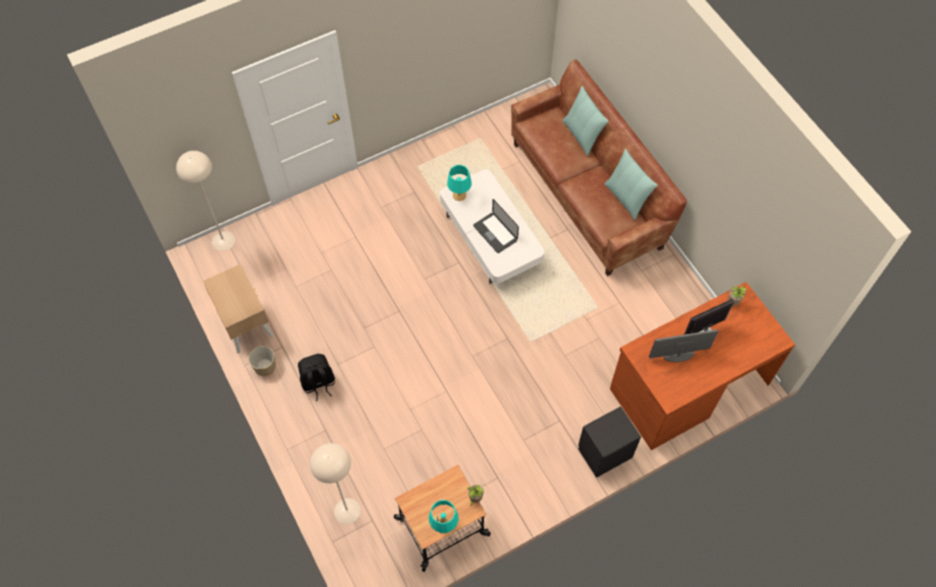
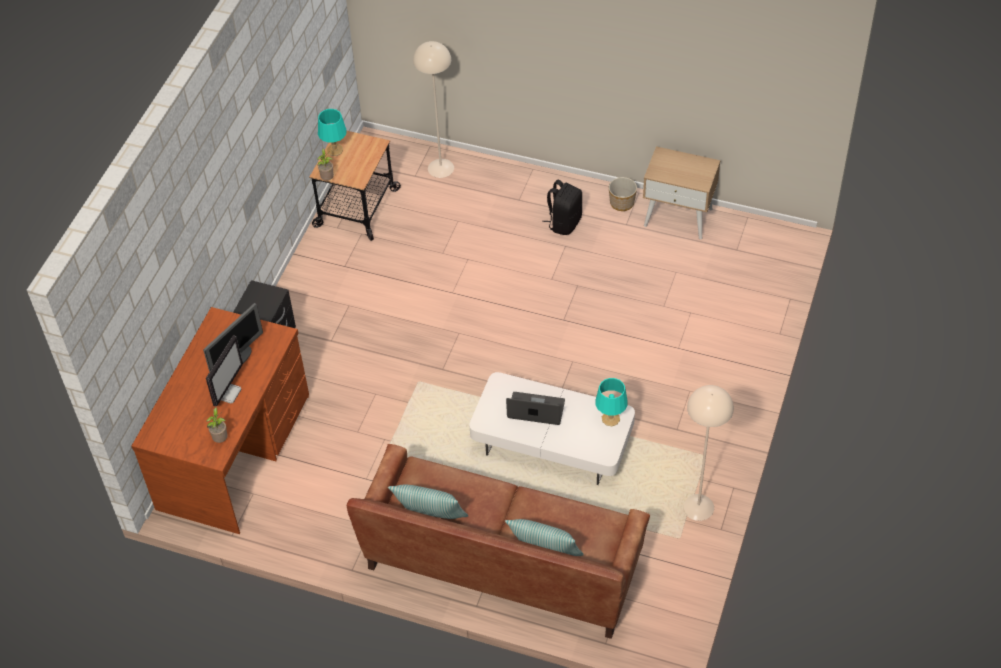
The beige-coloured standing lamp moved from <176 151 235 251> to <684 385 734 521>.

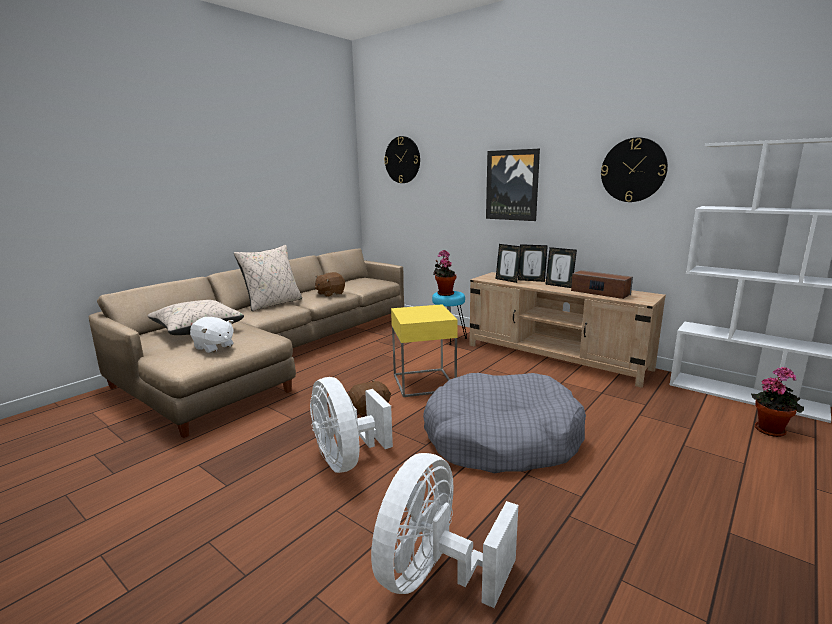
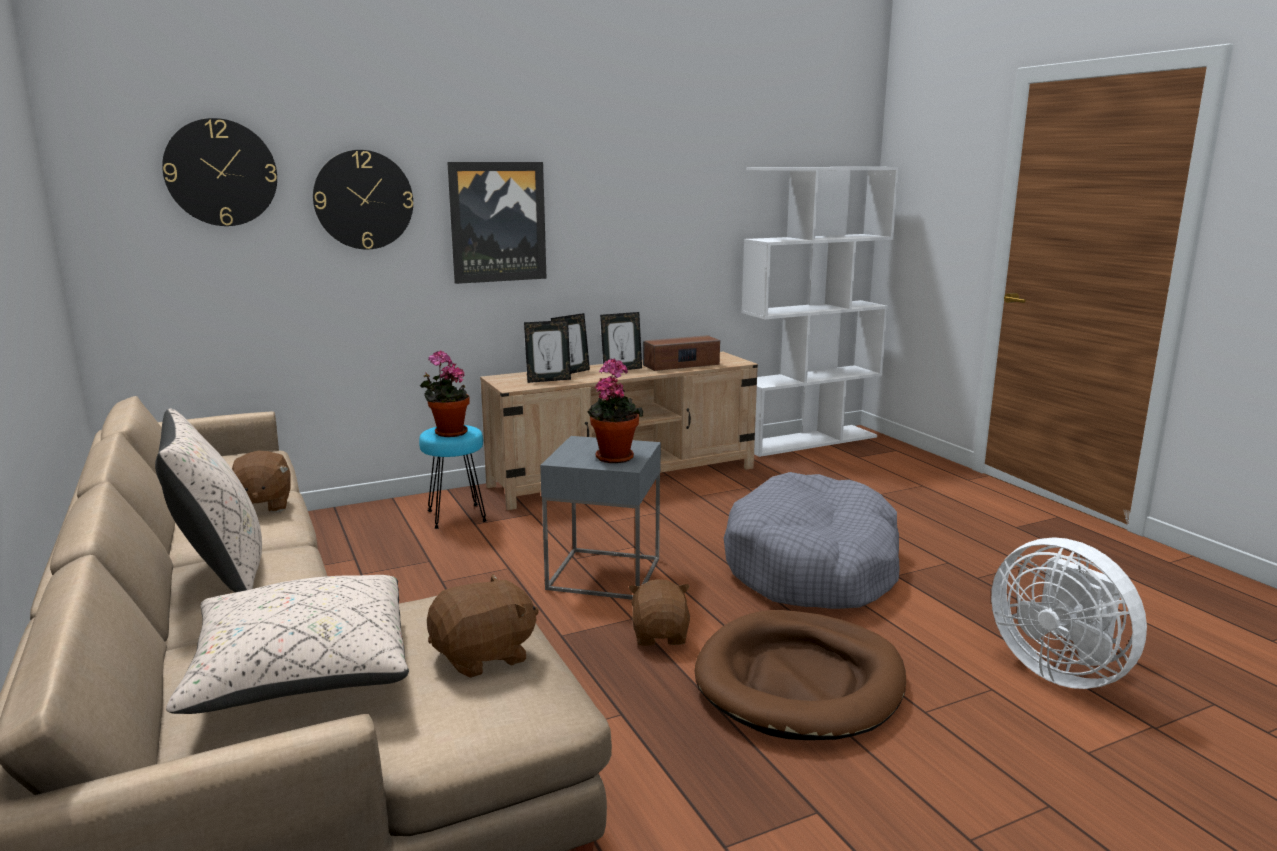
The hanging clock moved from <601 137 668 202> to <313 150 413 249>. The white soft toy at <190 317 234 353> became the brown soft toy at <427 574 539 678>. The yellowish end table at <391 304 458 397> became the grey end table at <540 436 661 600>. The houseplant moved from <751 367 804 437> to <587 358 643 463>. The white fan at <310 377 393 473> was replaced by the brown pet bed at <695 610 906 740>.

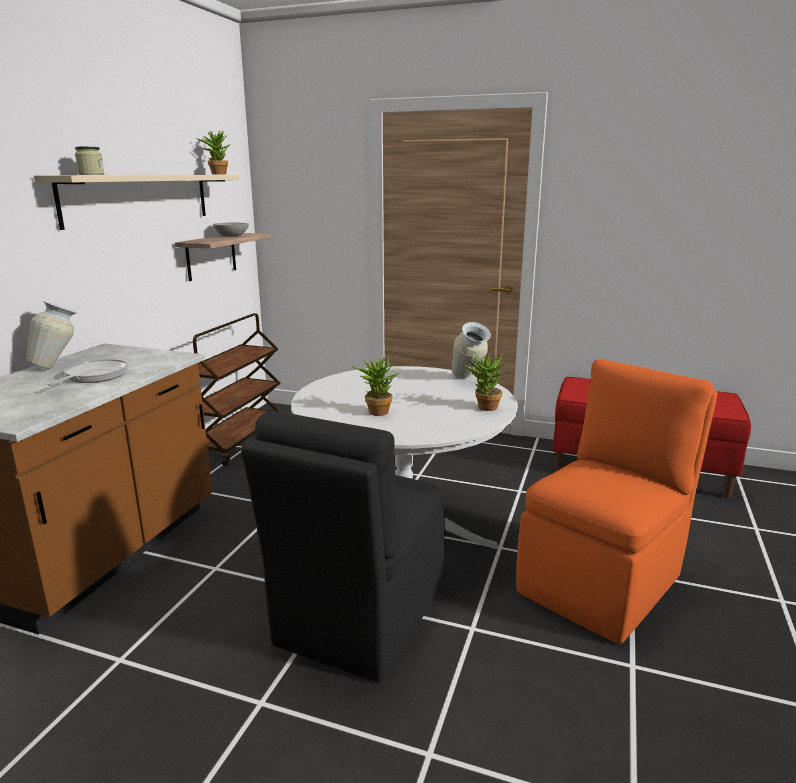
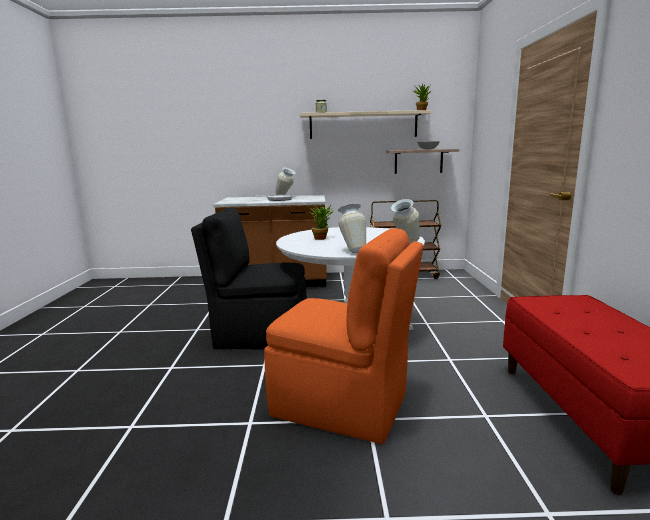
The houseplant at <464 351 508 411> was replaced by the flower vase at <338 204 366 253>.

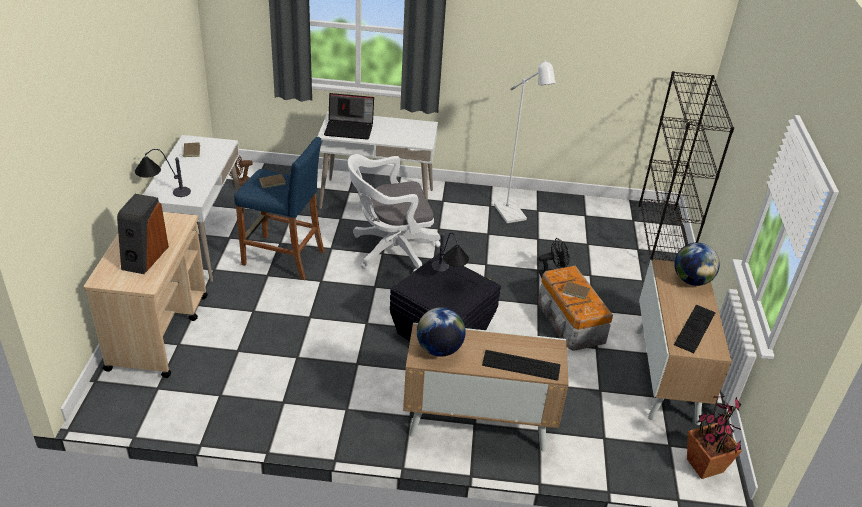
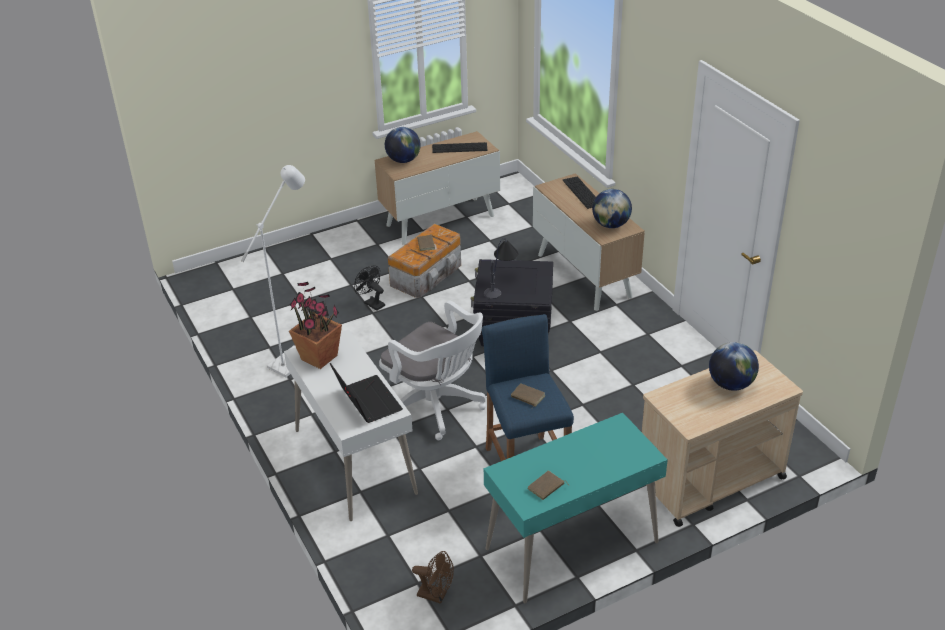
The houseplant moved from <687 396 743 479> to <289 282 342 369>. The white desk at <143 135 245 282> became the blue-green desk at <483 413 668 603>. The speaker at <117 194 169 274> was replaced by the globe at <709 342 759 391>. The table lamp at <135 149 191 197> disappeared. The black-coloured bookcase at <639 71 734 261> disappeared.

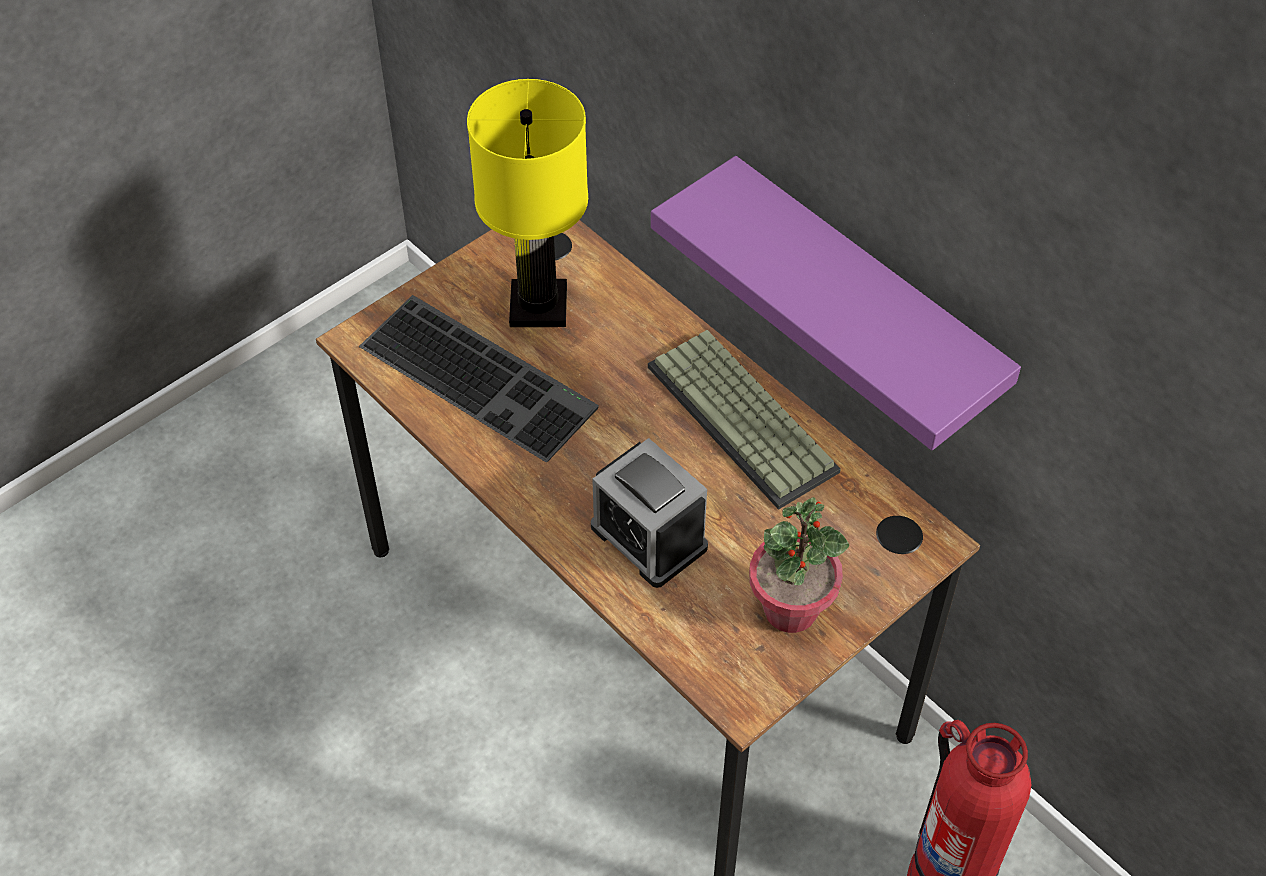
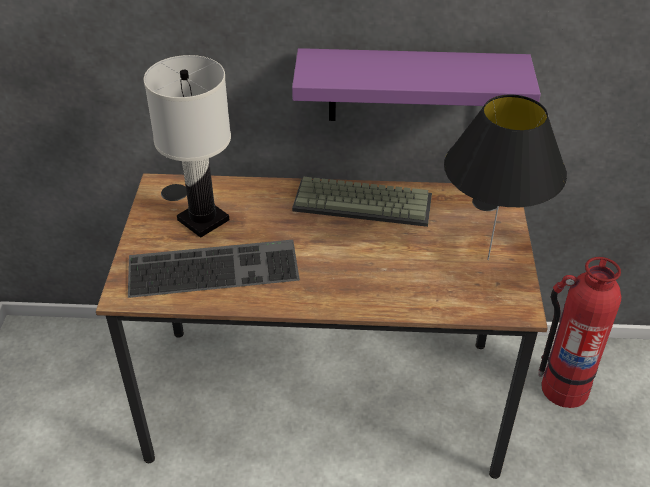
The yellowish table lamp at <467 79 588 327> became the white table lamp at <144 55 231 238>. The houseplant at <749 497 849 633> was replaced by the black-coloured table lamp at <444 95 567 260>. The alarm clock at <591 438 708 588> disappeared.

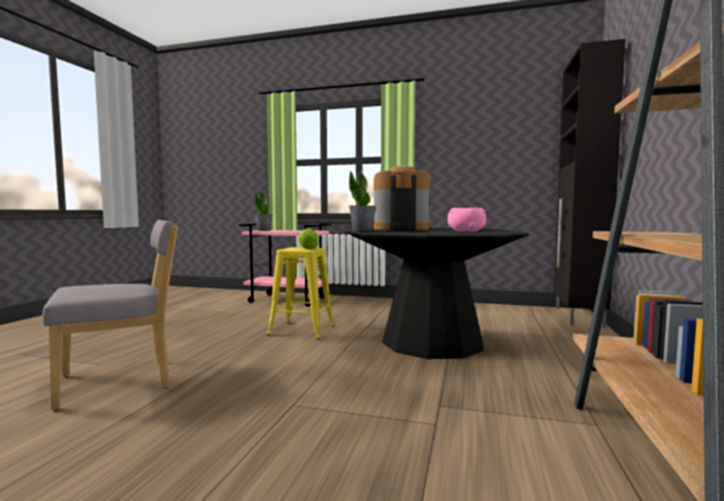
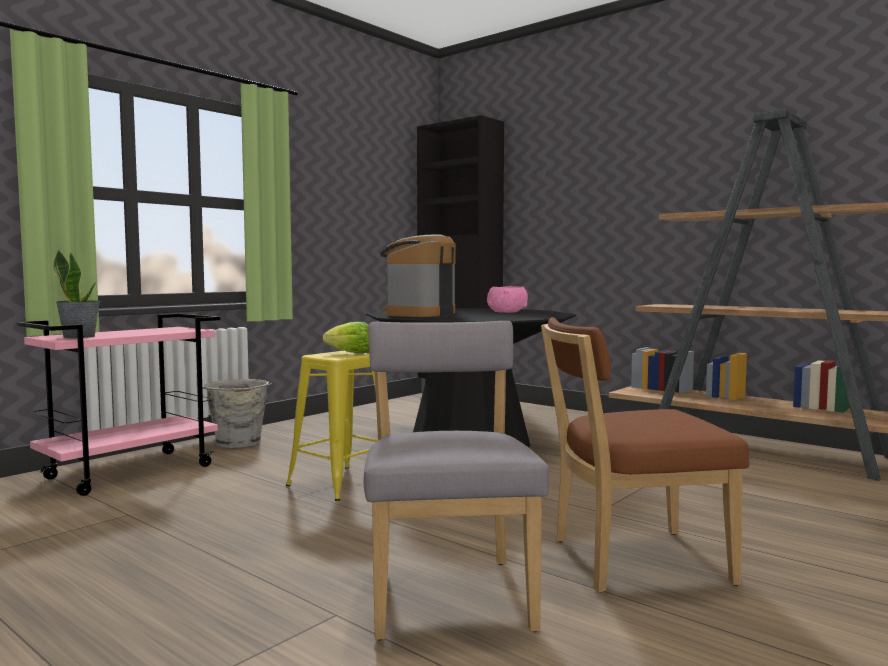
The grey water bucket at <202 379 272 448> appeared. The brown plain chair at <541 317 749 593> appeared. The houseplant at <349 171 376 231> disappeared.

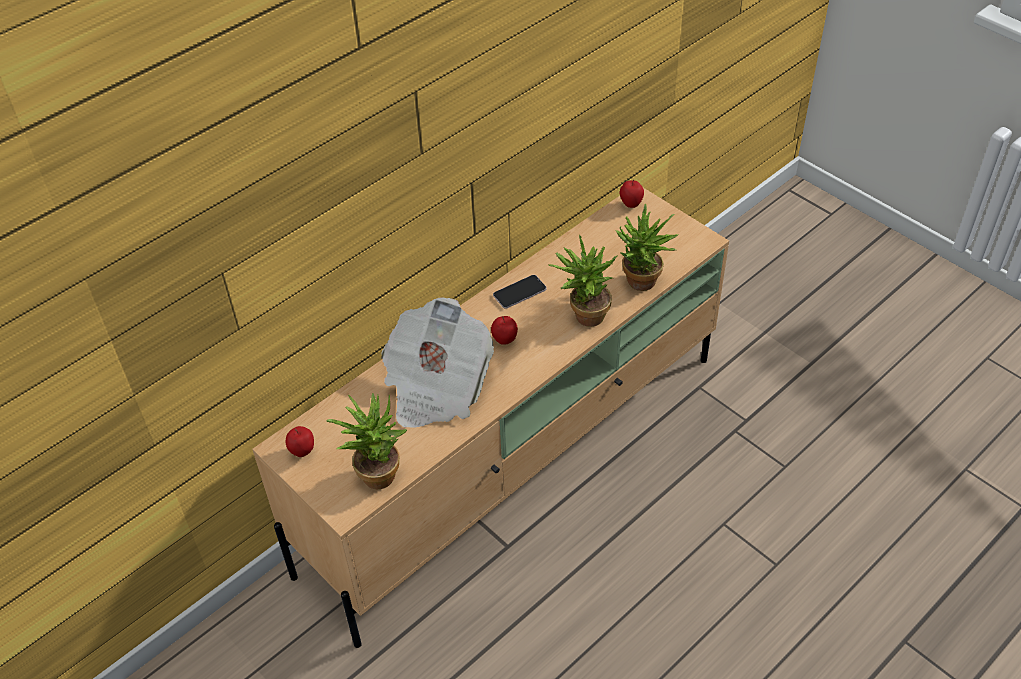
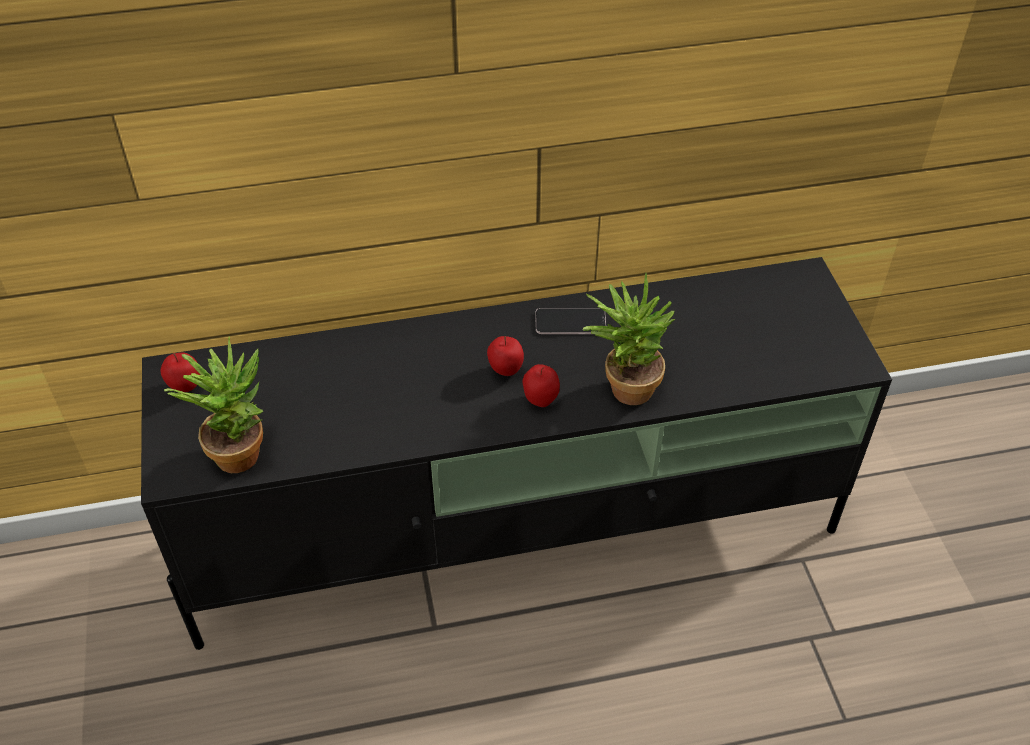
The beige-coloured media console at <252 188 729 648> became the black-coloured media console at <141 257 892 650>. The whole apple moved from <620 180 644 208> to <523 364 560 407>. The daily paper at <381 297 494 428> disappeared. The houseplant at <616 203 678 291> disappeared.

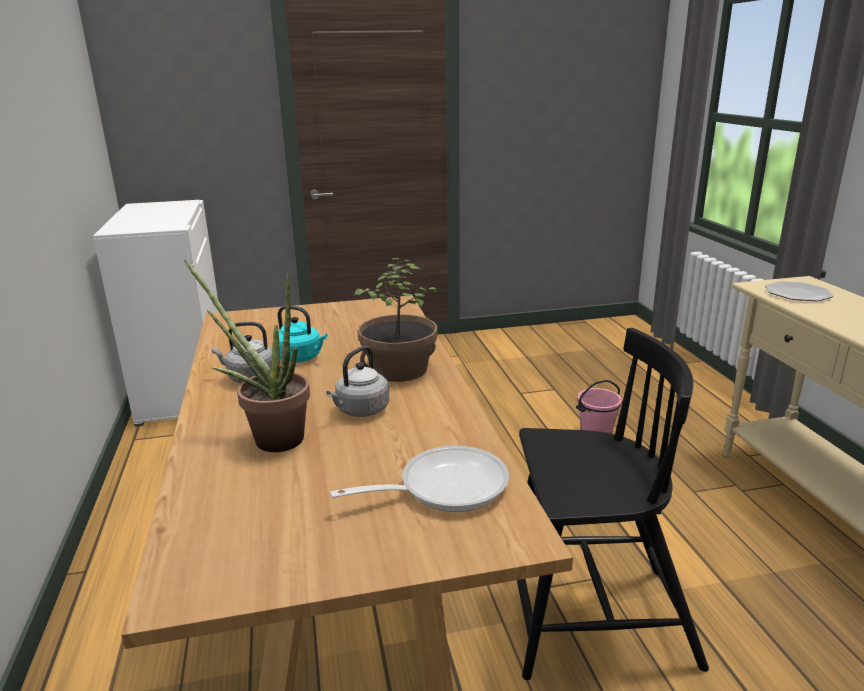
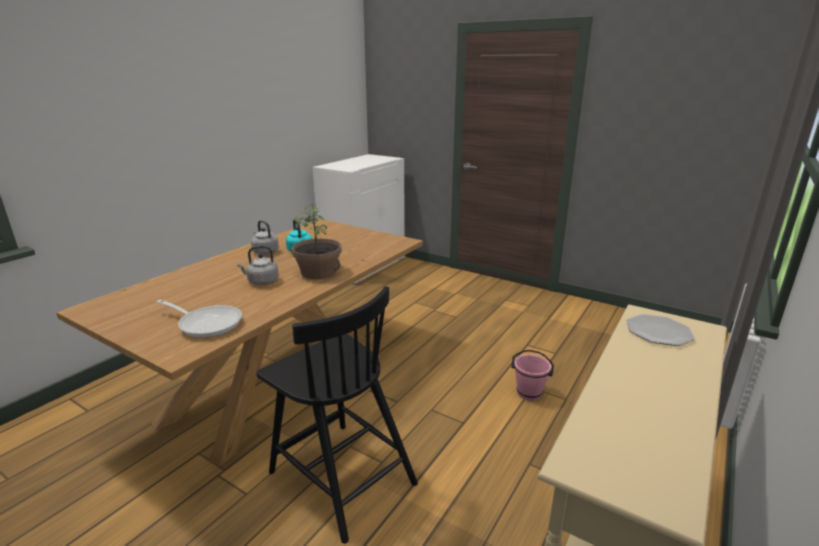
The houseplant at <184 260 310 452> disappeared.

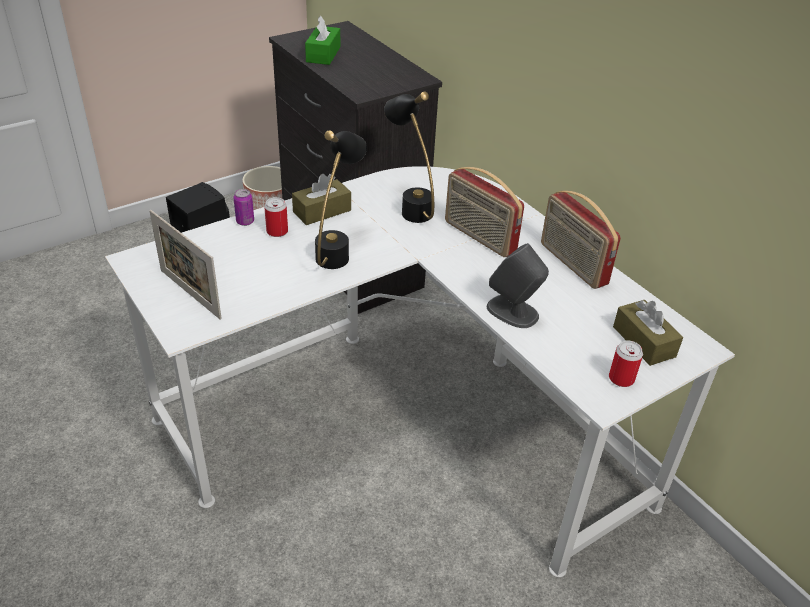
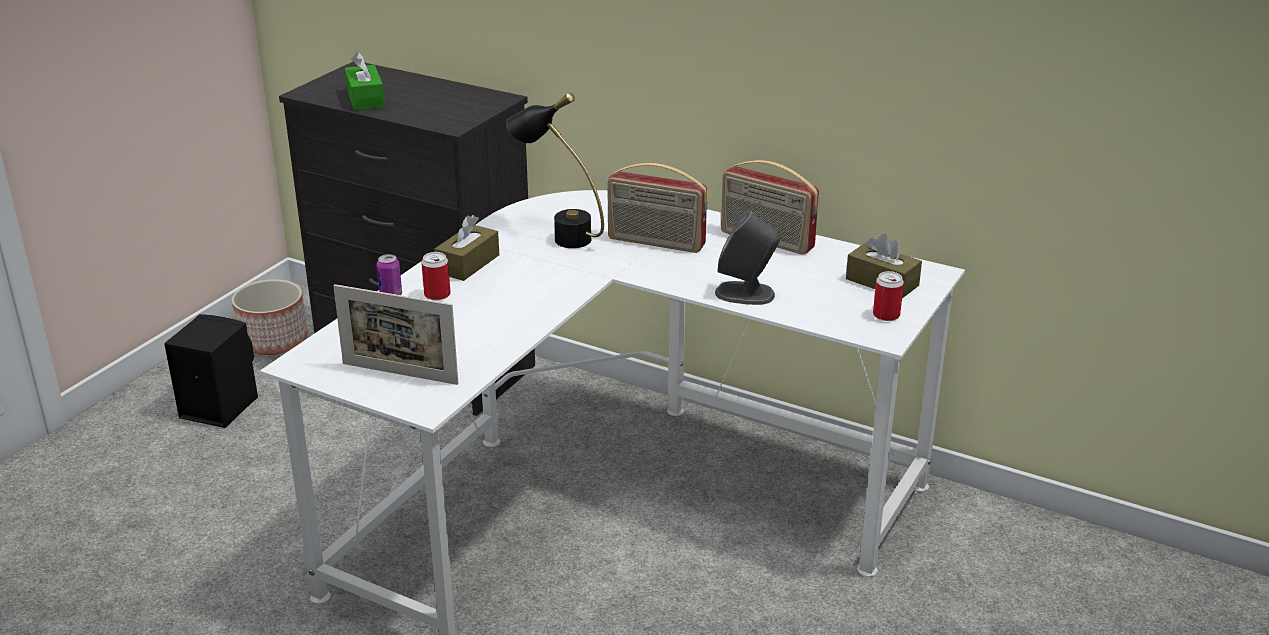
The black-coloured table lamp at <315 130 367 269> disappeared.

